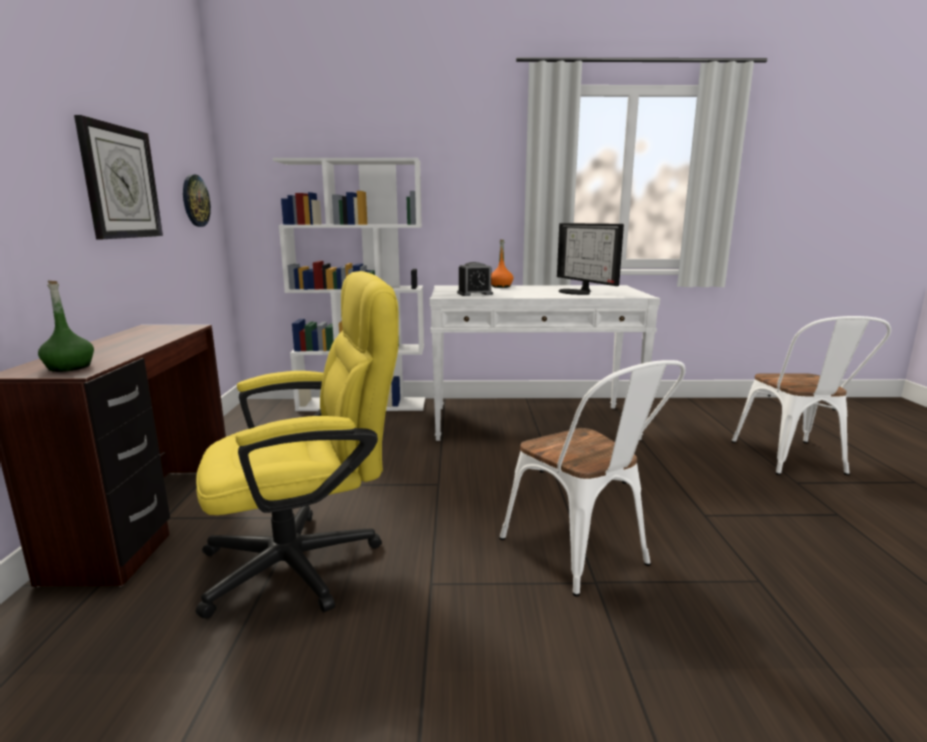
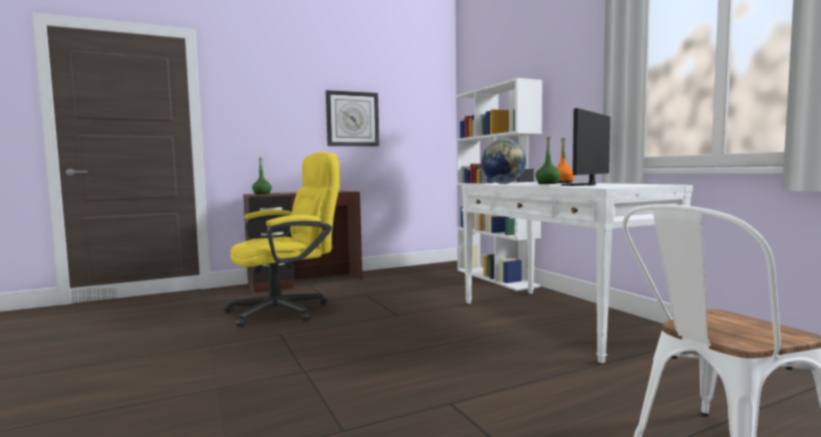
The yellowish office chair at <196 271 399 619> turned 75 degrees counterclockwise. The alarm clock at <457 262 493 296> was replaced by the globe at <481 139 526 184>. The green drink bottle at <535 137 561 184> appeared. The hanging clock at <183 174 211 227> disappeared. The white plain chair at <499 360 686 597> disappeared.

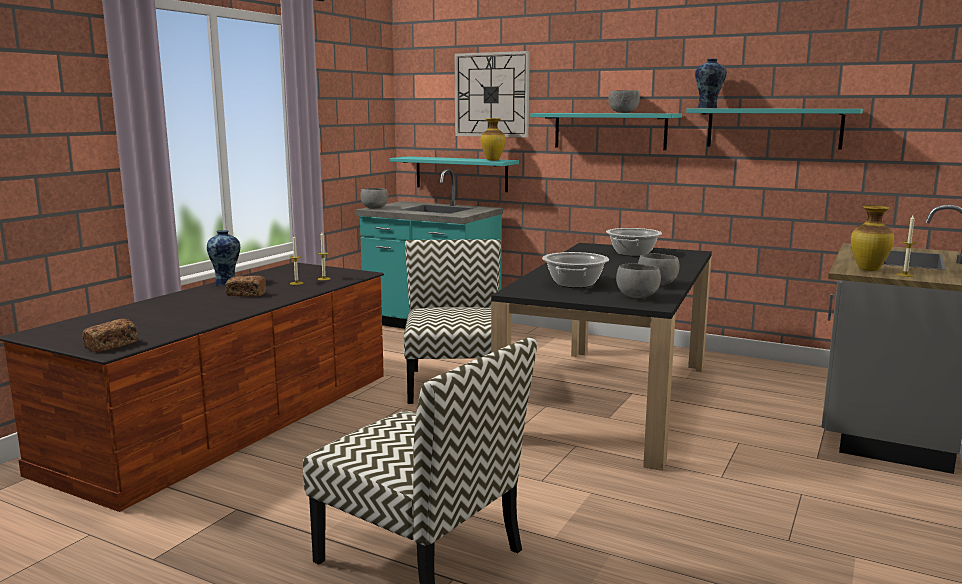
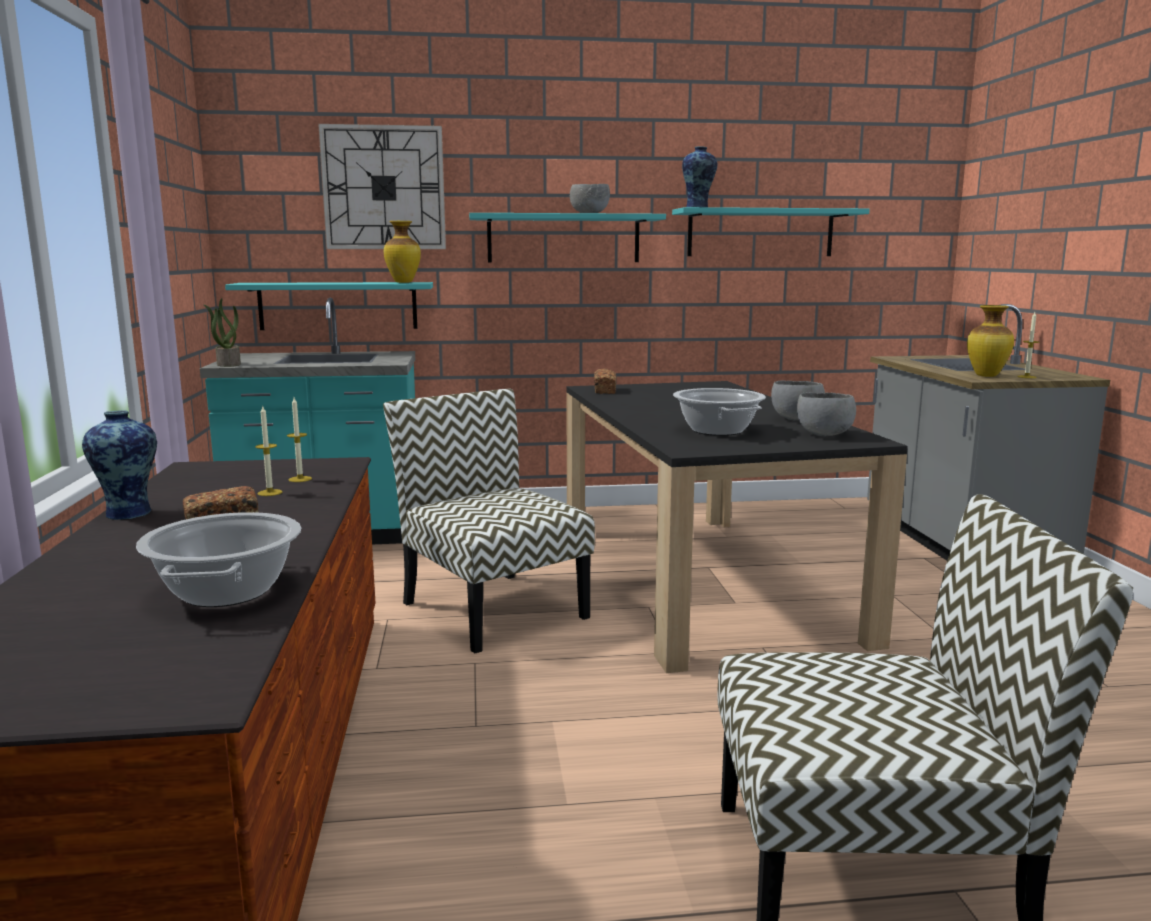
The cooking pot moved from <606 228 662 256> to <136 512 301 607>. The grey serving bowl at <360 188 388 209> was replaced by the houseplant at <204 298 241 367>. The bread moved from <82 319 138 352> to <594 369 617 394>.

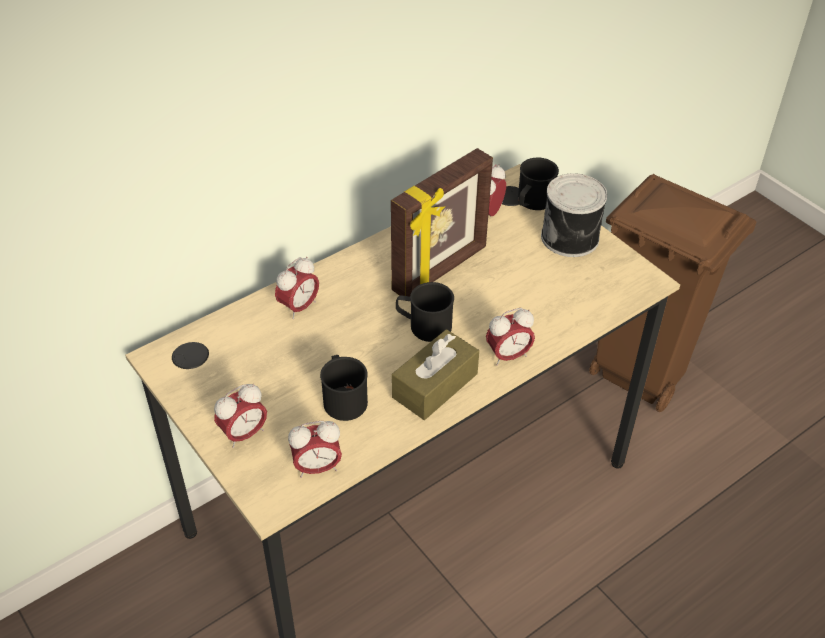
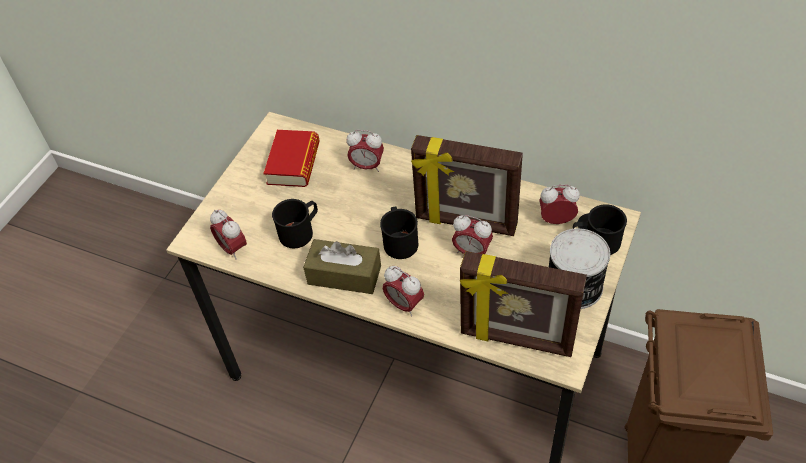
The book at <263 130 320 187> appeared. The alarm clock moved from <214 384 267 448> to <452 215 493 254>. The picture frame at <460 251 587 357> appeared.

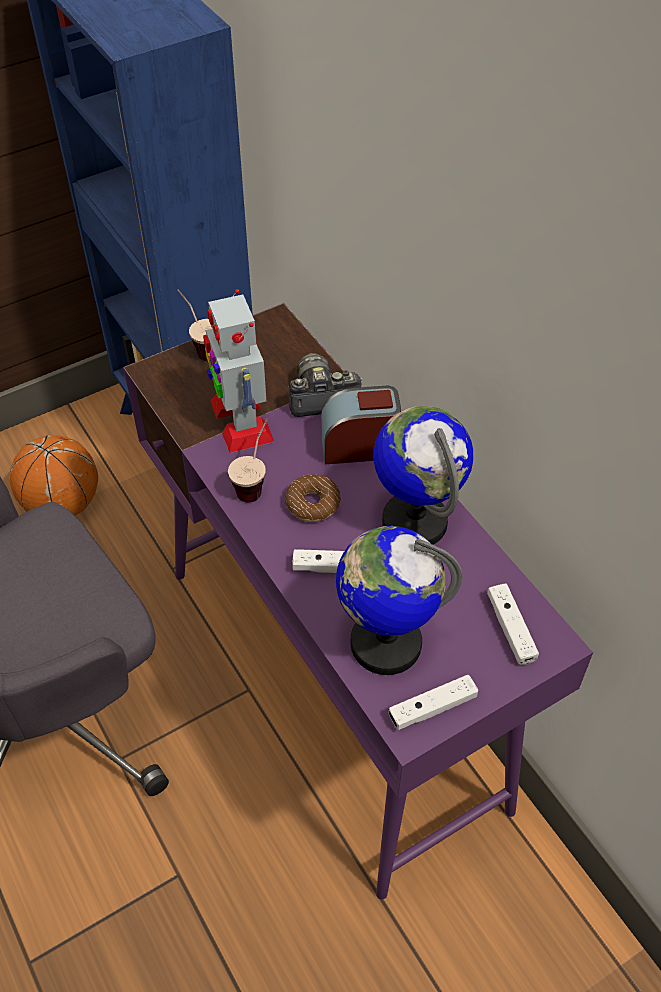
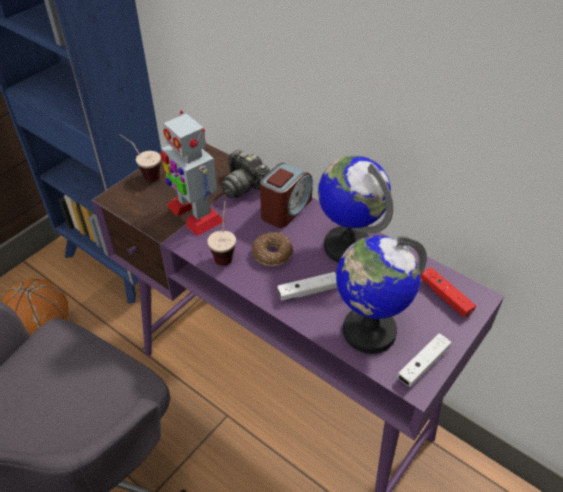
The still camera at <288 353 363 417> turned 105 degrees counterclockwise. The alarm clock at <321 386 401 464> turned 150 degrees clockwise. The white game controller at <487 584 539 665> became the reddish game controller at <420 268 476 318>.

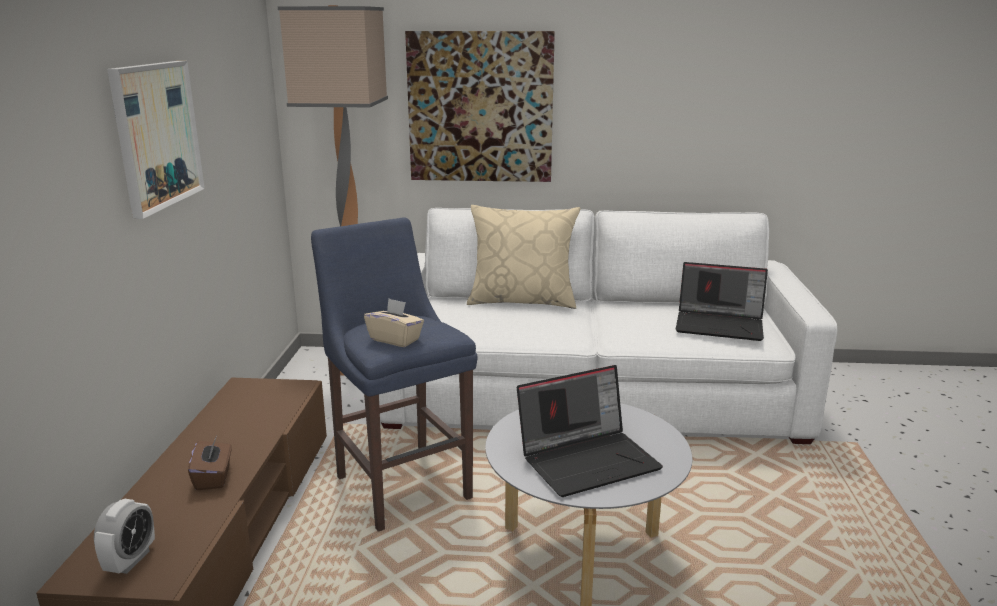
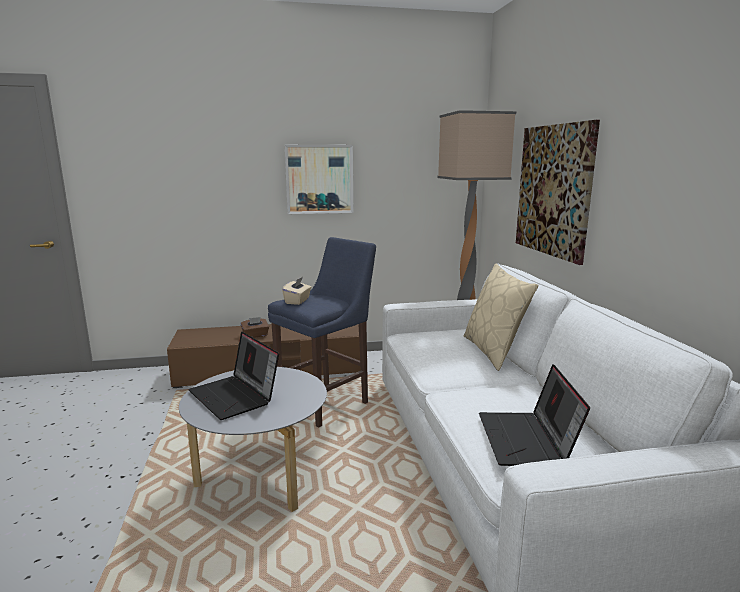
The alarm clock at <94 499 155 574> disappeared.

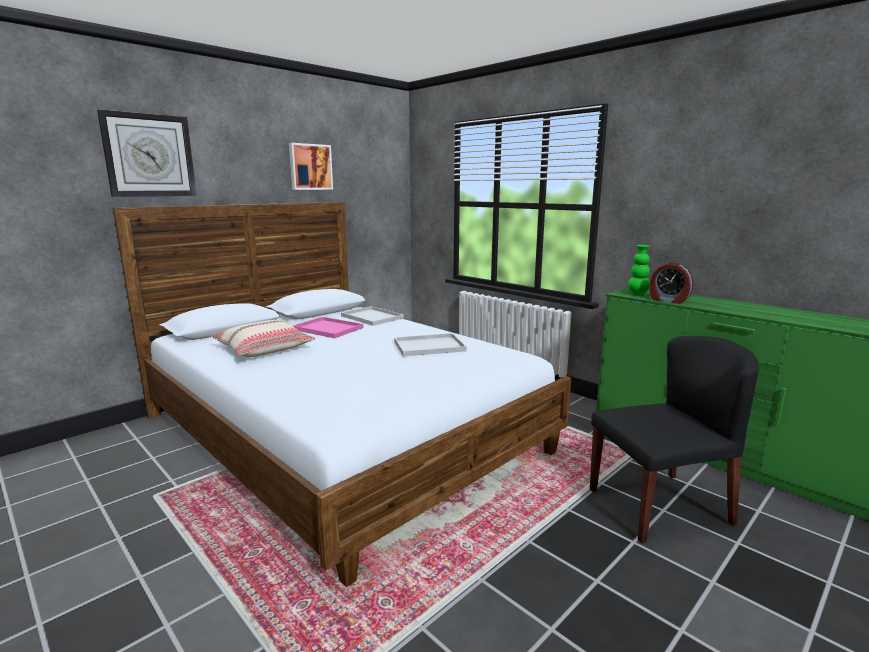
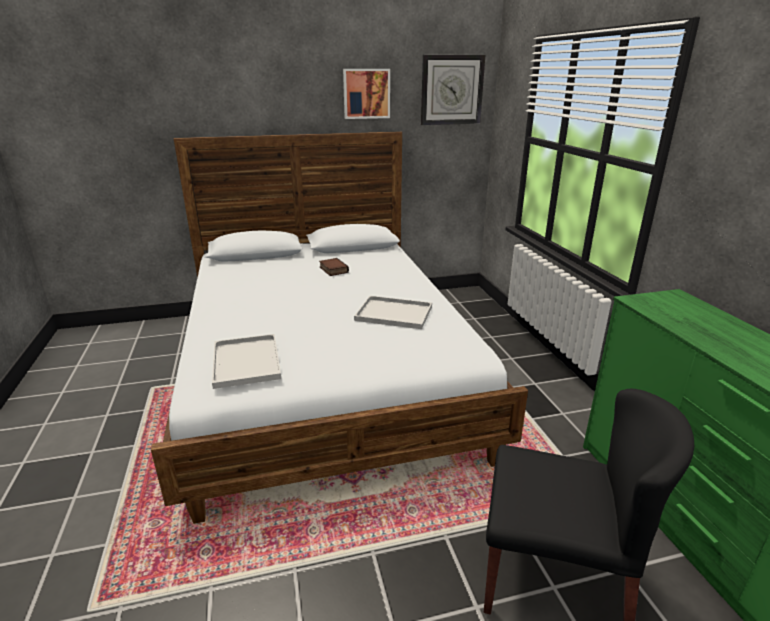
The white serving tray moved from <341 306 404 326> to <212 334 281 389>. The pink serving tray at <293 317 363 338> was replaced by the book at <319 258 349 276>. The hanging clock moved from <97 109 197 197> to <421 55 485 125>. The beige-coloured pillow at <211 320 315 357> disappeared. The green flower vase at <627 245 650 295> disappeared. The alarm clock at <649 262 693 304> disappeared.

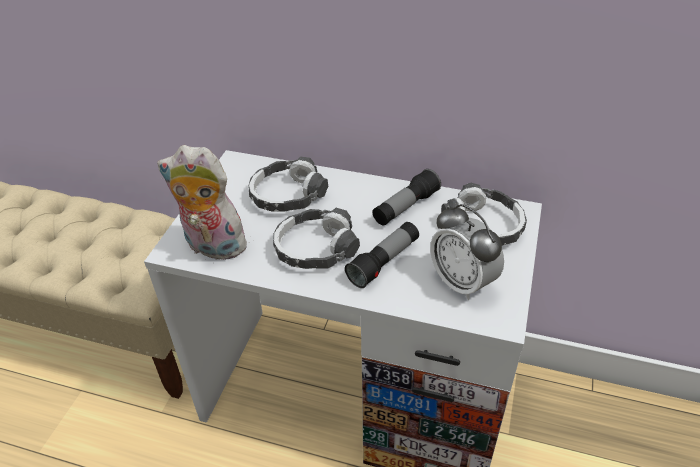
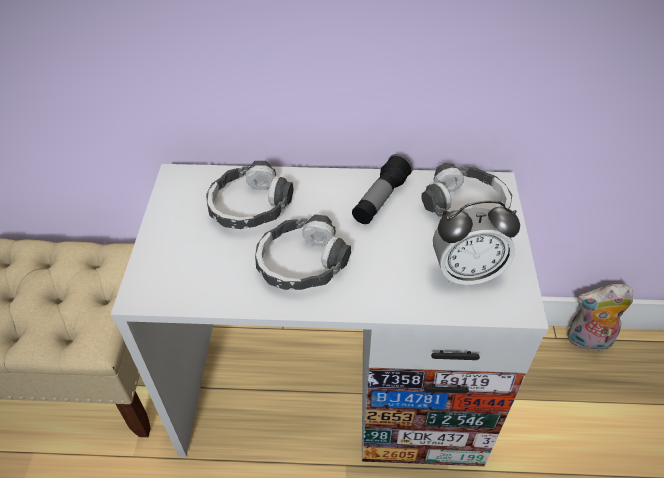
The alarm clock at <430 204 504 300> turned 45 degrees counterclockwise. The soft toy moved from <157 145 247 260> to <567 284 633 351>. The flashlight at <345 222 419 288> disappeared.

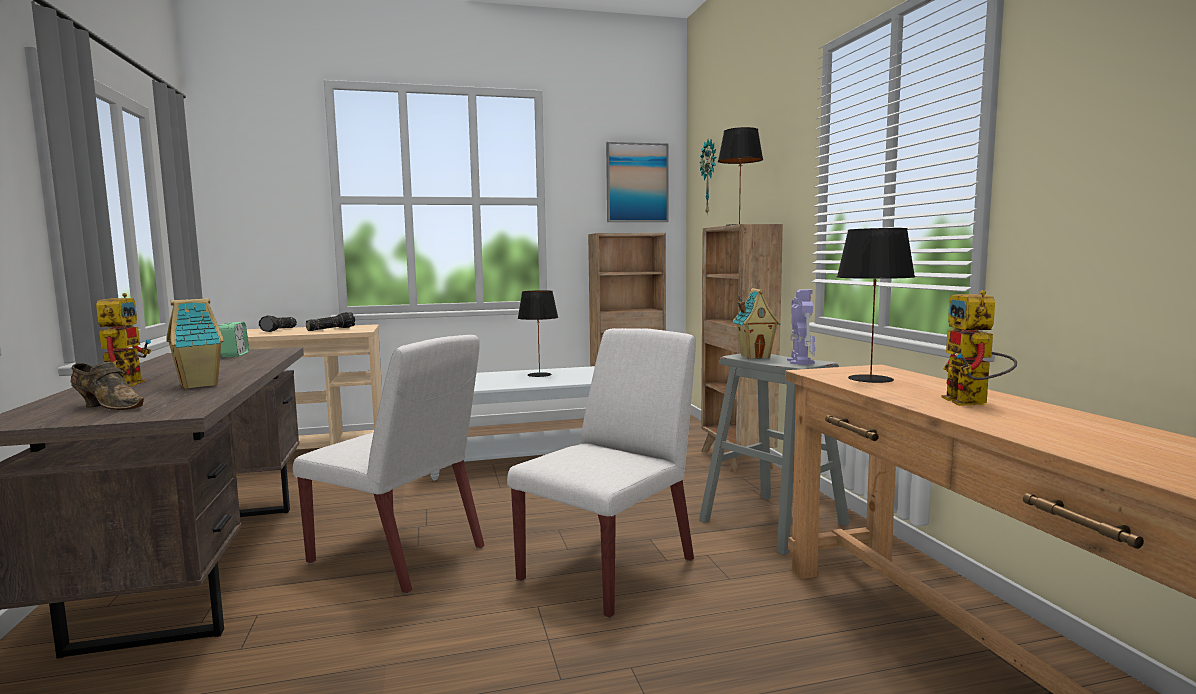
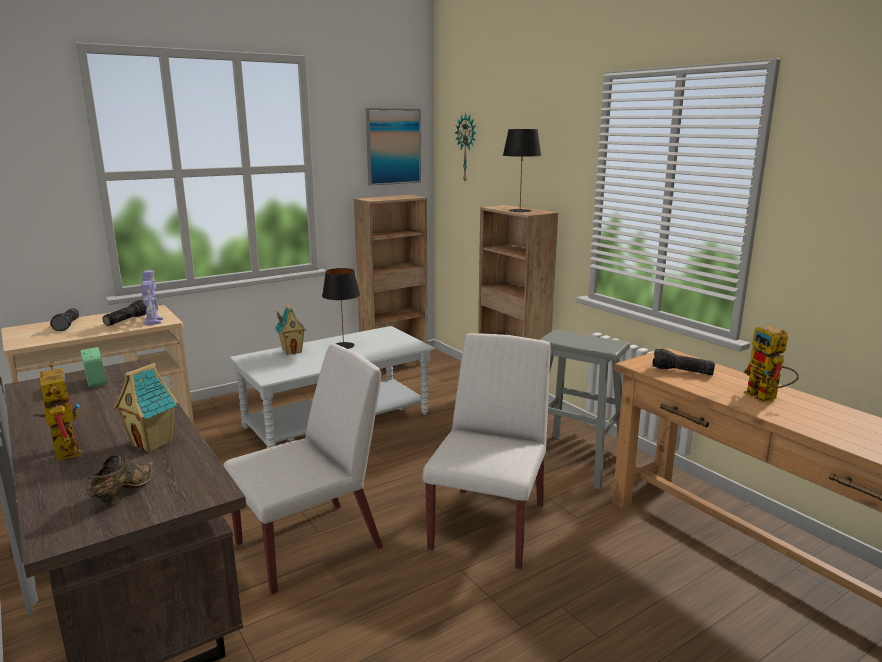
The brown low shoe at <70 362 144 410> turned 75 degrees counterclockwise. The robot figure moved from <787 289 815 365> to <141 270 163 325>. The white plain chair at <293 335 485 594> turned 45 degrees counterclockwise. The toy house moved from <732 288 781 359> to <275 305 307 355>. The black-coloured table lamp at <837 228 915 383> was replaced by the flashlight at <652 348 715 375>.

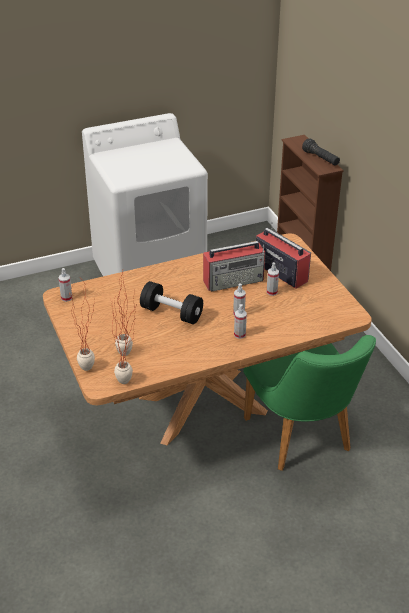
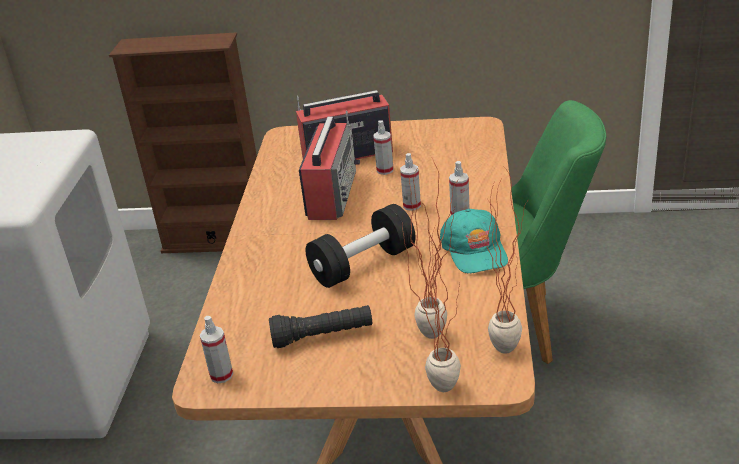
The black-coloured flashlight moved from <302 139 340 166> to <269 305 372 348>. The blue-green baseball cap at <440 209 508 273> appeared.

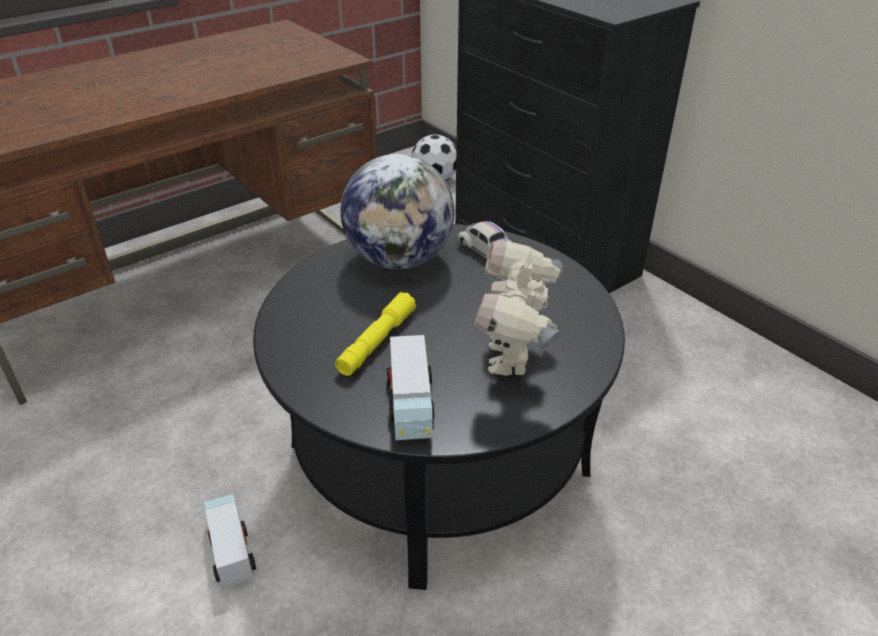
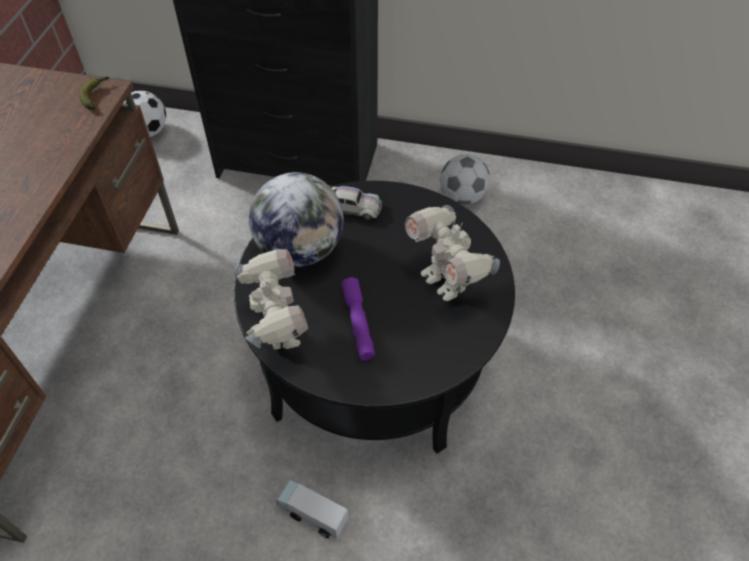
The whole banana at <79 76 109 109> appeared. The robot figure at <234 249 308 350> appeared. The yellowish flashlight at <335 292 416 376> became the purple-coloured flashlight at <341 277 375 361>. The football ball at <440 154 490 205> appeared. The model truck at <386 335 434 440> disappeared.

